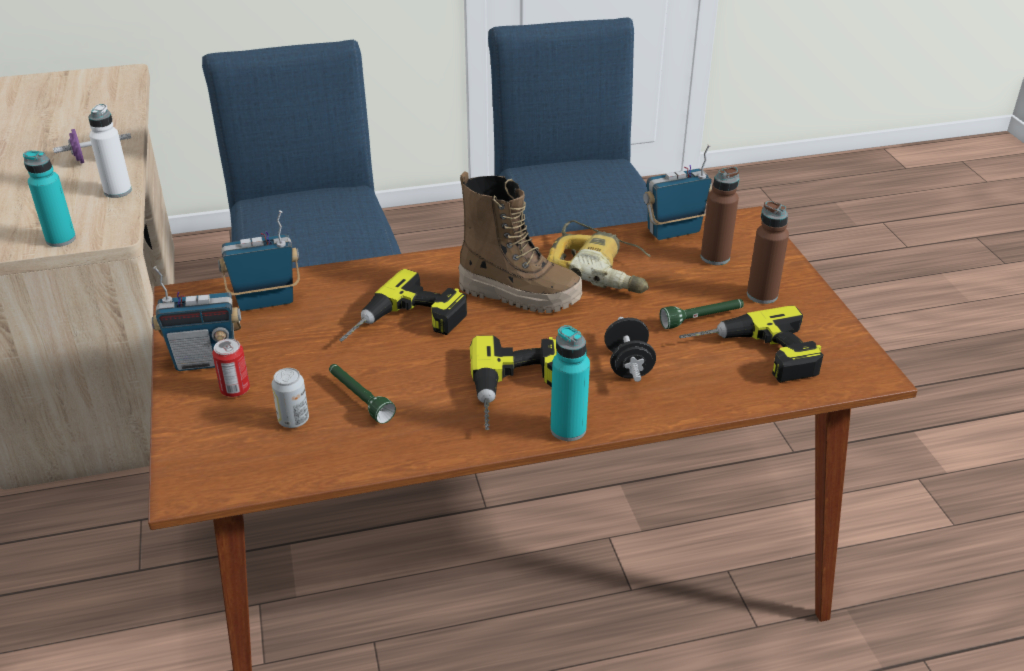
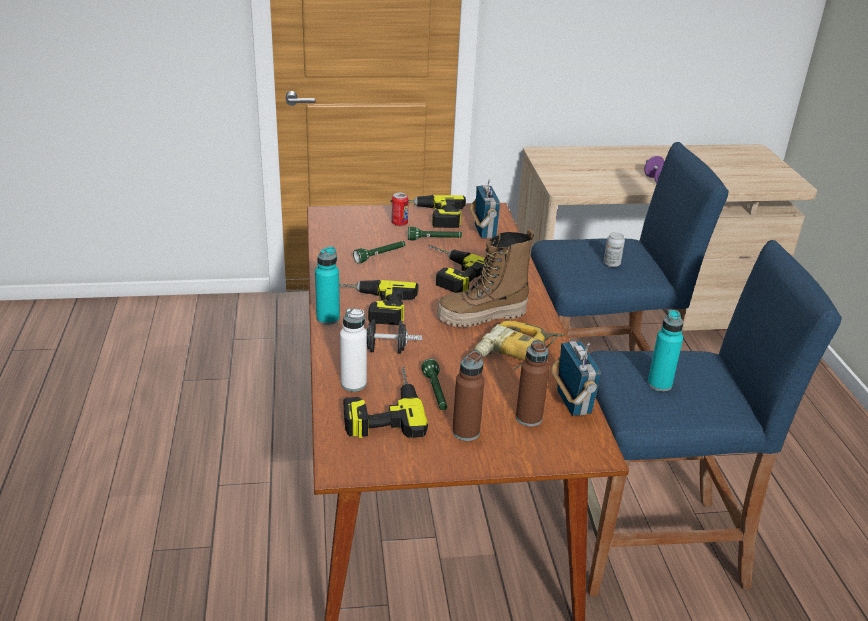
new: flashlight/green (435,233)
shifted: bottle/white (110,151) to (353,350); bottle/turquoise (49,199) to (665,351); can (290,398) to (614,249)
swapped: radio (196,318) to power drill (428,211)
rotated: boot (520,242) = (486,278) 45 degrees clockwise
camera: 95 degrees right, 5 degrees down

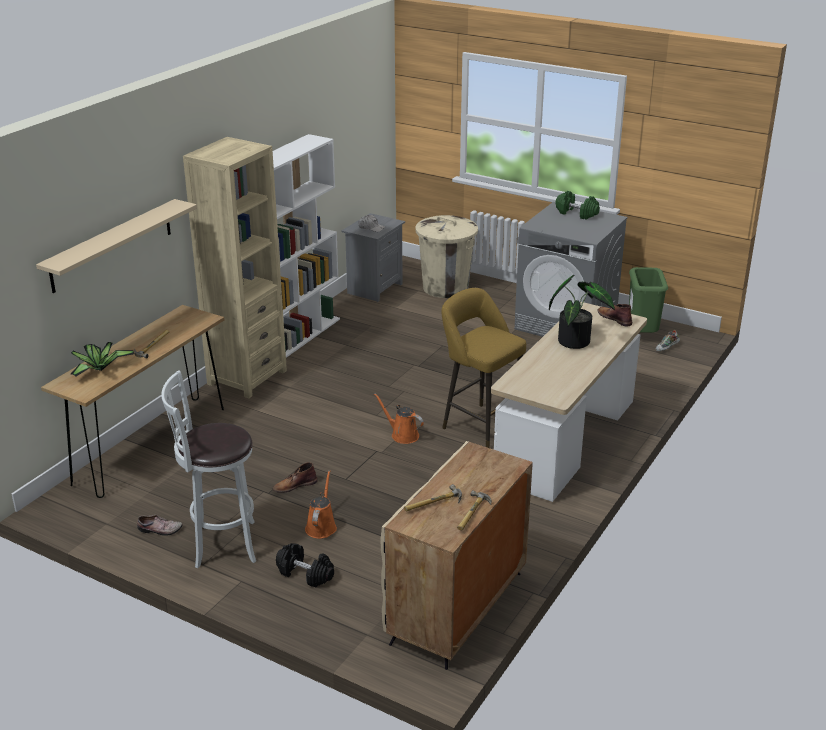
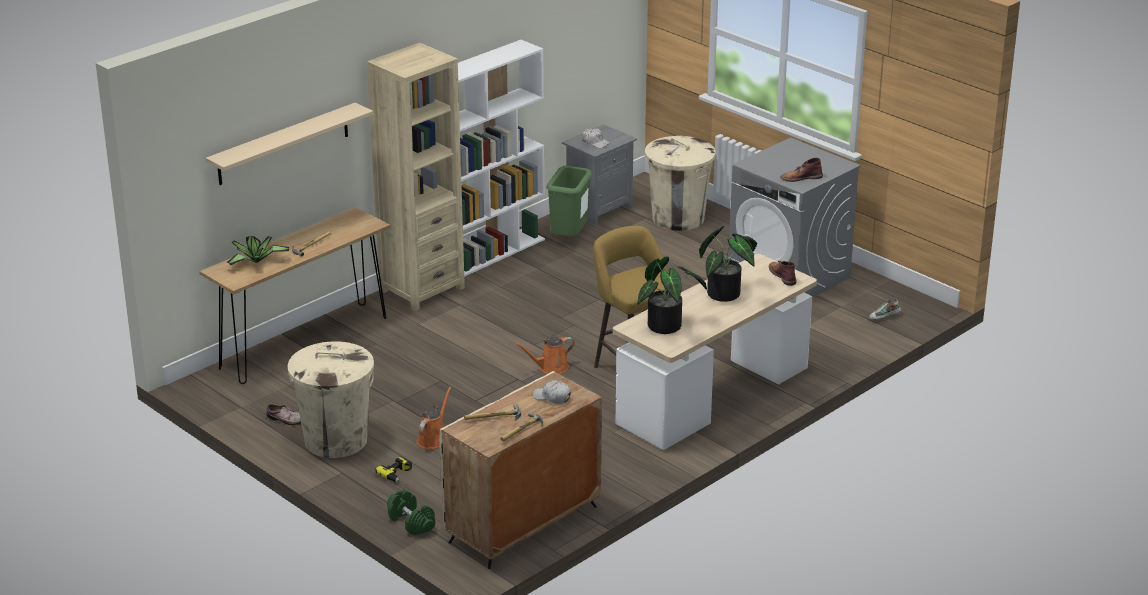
new: potted plant (672,295); cap/white (552,392)
shifted: dumbbell/green (577,205) to (411,513); trash can/green (648,300) to (569,201); boot/brown (295,477) to (801,170)
swapped: stool/white (208,469) to trash can/beige (331,399); dumbbell/black (305,565) to power drill (393,472)
rotated: watering can/orange (399,418) = (545,355) 75 degrees counterclockwise
camera: 15 degrees right, 0 degrees up

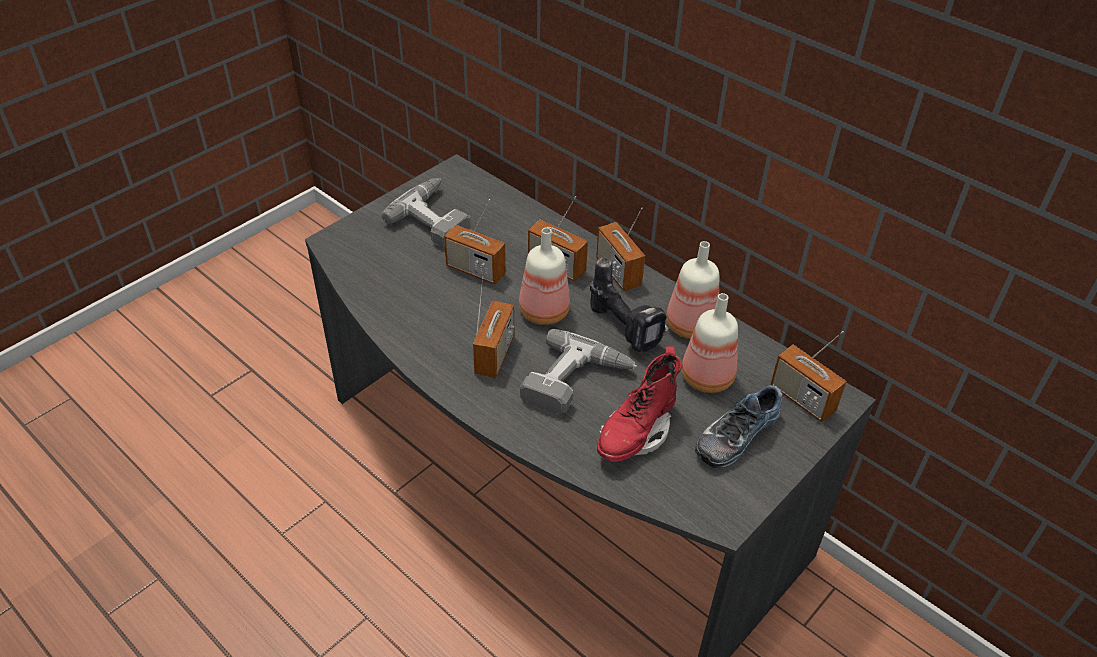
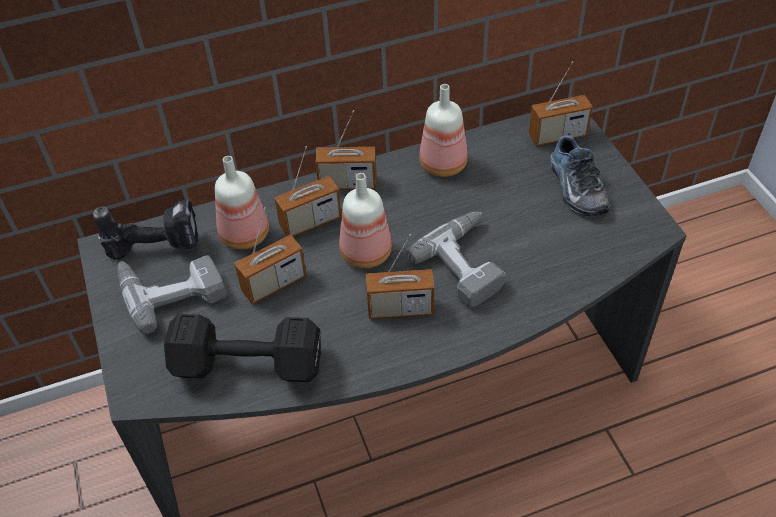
gone: boot/red (639,404)
new: dumbbell/black (242,348)
shifted: power drill (629,305) to (145,230); bottle (709,343) to (242,203)
rotated: radio (493,327) = (400,276) 135 degrees clockwise
camera: 60 degrees left, 5 degrees up

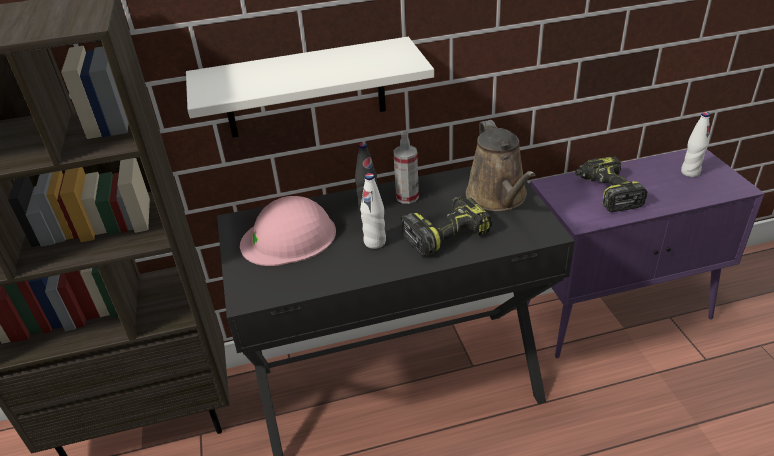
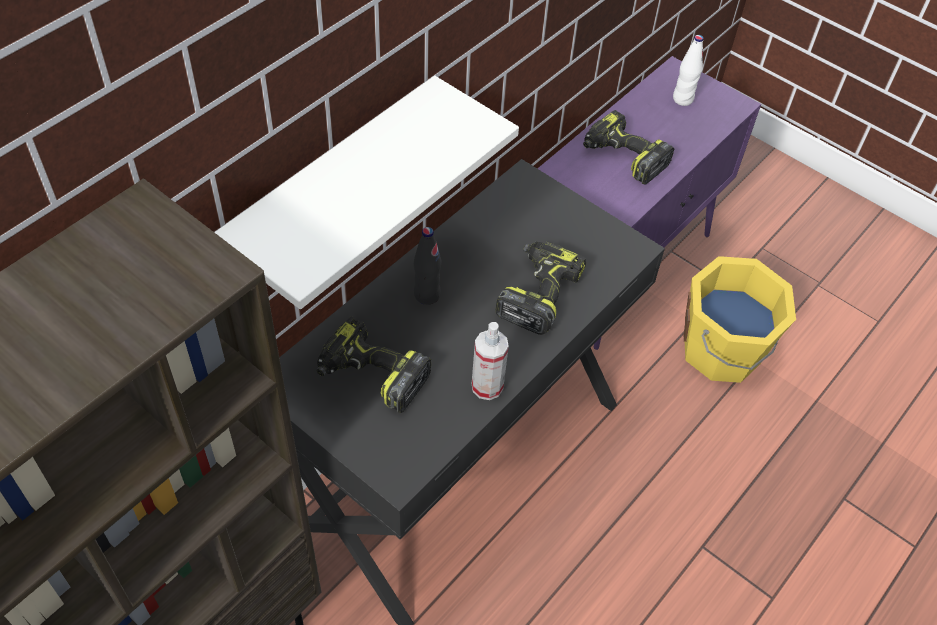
gone: watering can/brown (500,165); bottle/white (373,211)
new: bucket/yellow (740,319)
shifted: spray bottle (406,167) to (490,361)
swapped: hard hat/pink (288,231) to power drill (374,364)
camera: 40 degrees left, 15 degrees up

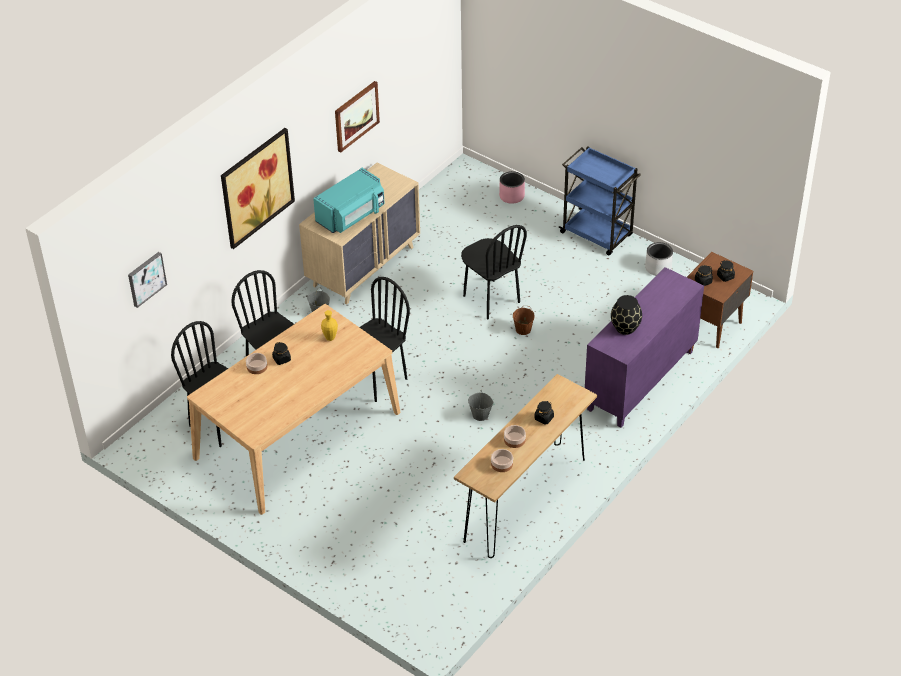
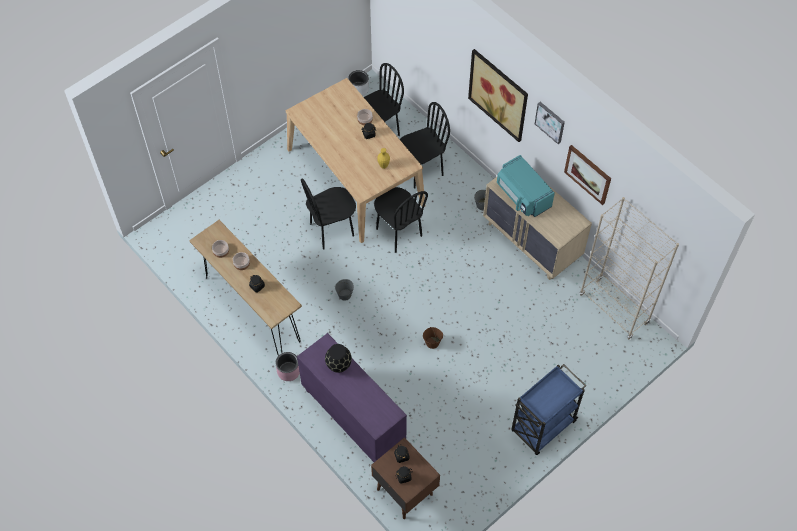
new: bookcase/beige (629,268)
shifted: planter/pink (512,187) to (288,366); chair/black (494,272) to (328,213); planter/grey (659,259) to (358,83); picture (147,280) to (550,123)
camera: 100 degrees right, 15 degrees up

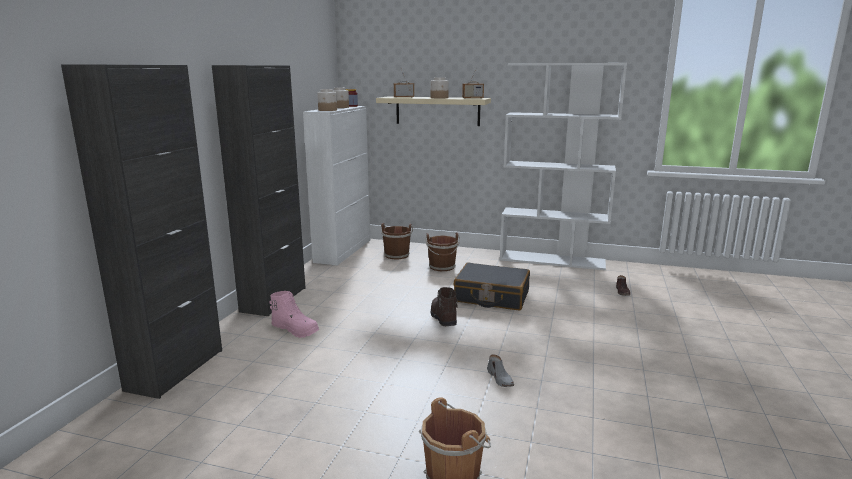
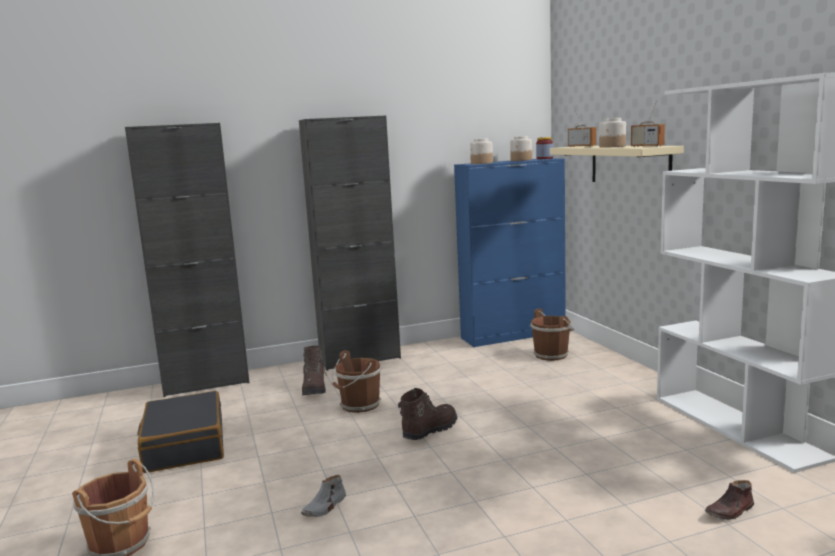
shifted: bucket/brown (442,251) to (357,381); suitcase/black (492,286) to (180,432)
repainted: cabinet/white (336,185) to cabinet/blue (510,252); boot/pink (294,314) to boot/brown (314,371)
camera: 55 degrees right, 5 degrees down

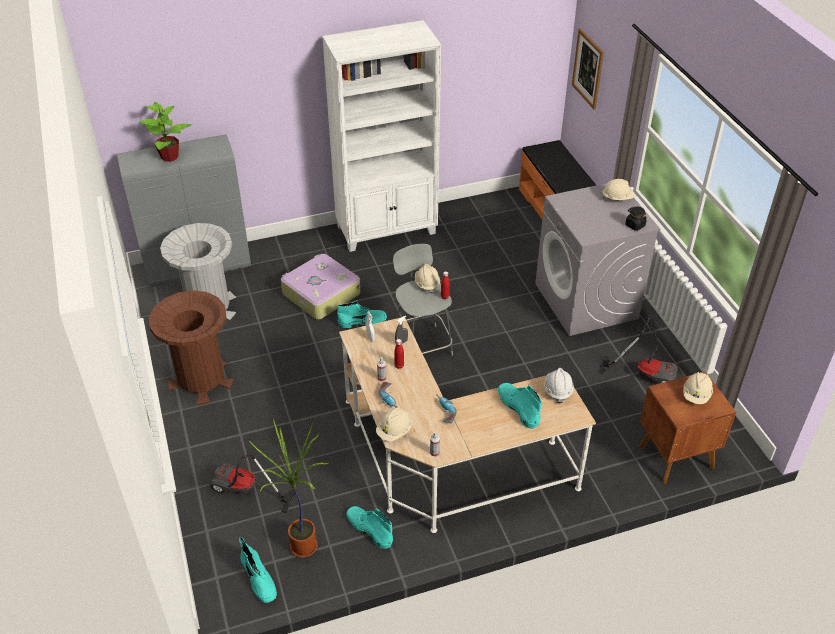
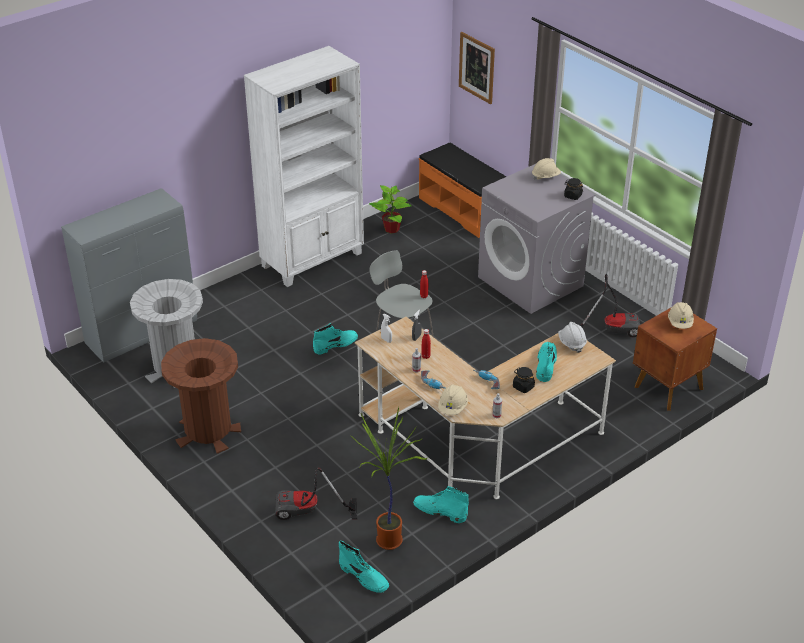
gone: suitcase (321,286); hard hat/beige (427,278)
new: jar/black (524,380)
shifted: potted plant (165,132) to (390,209)
rotated: boot/turquoise (520,406) = (546,362) 60 degrees clockwise
camera: 20 degrees left, 5 degrees down

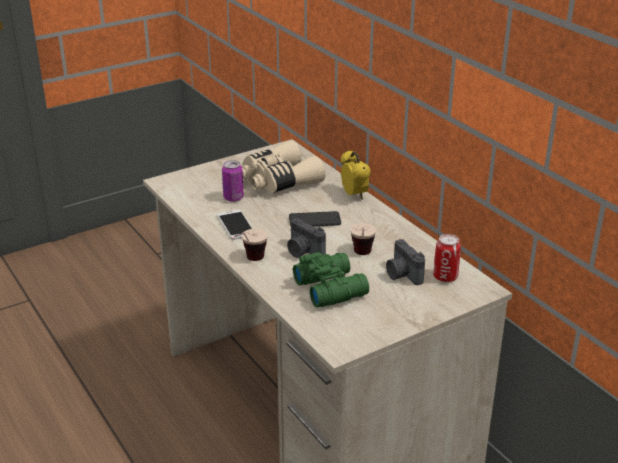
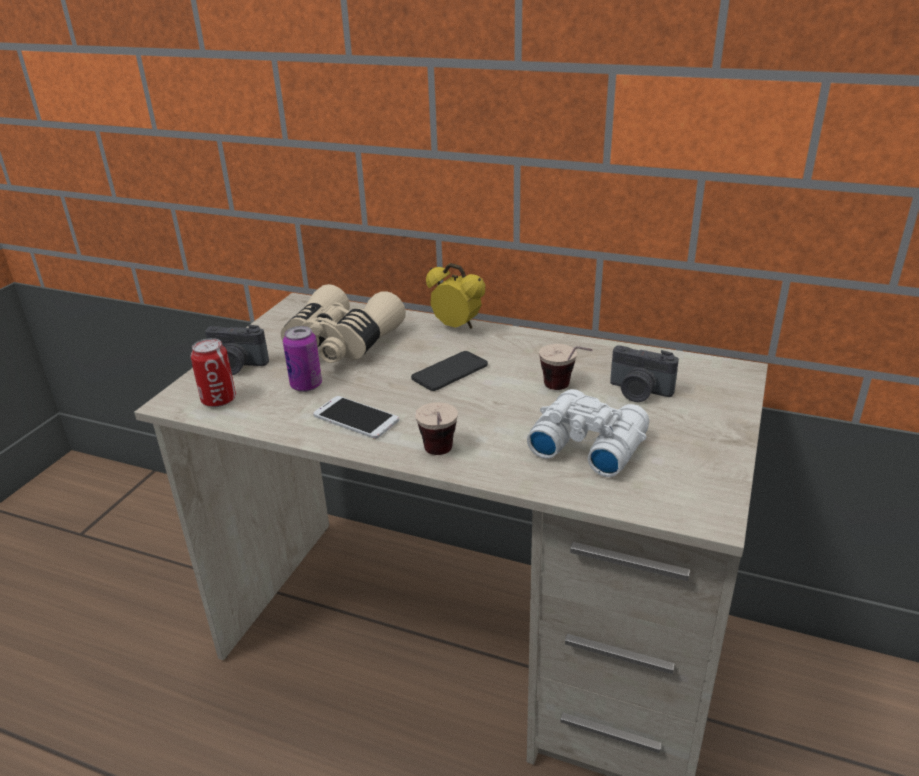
shifted: photo camera (306,238) to (237,350); can (447,258) to (213,372)
repainted: binoculars/green (331,280) to binoculars/white (588,433)
camera: 35 degrees left, 0 degrees up

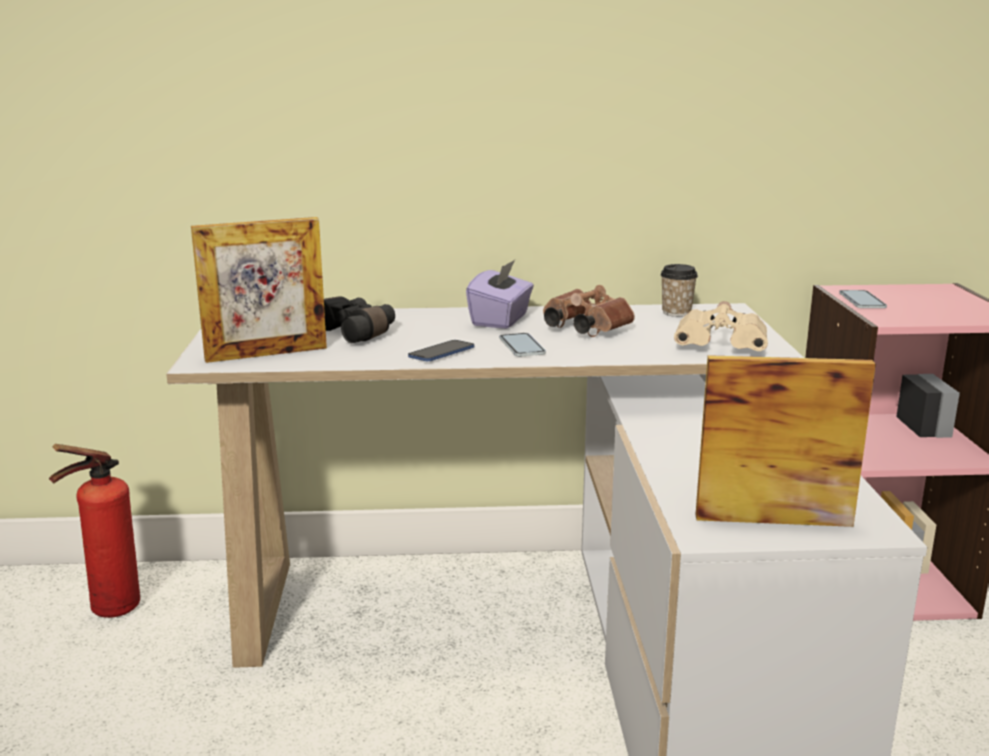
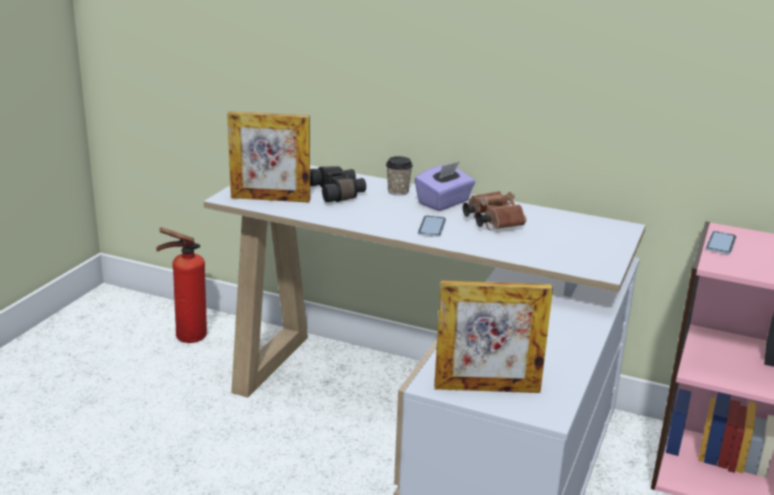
gone: binoculars/beige (721,326); phone (441,350)
shifted: cup (679,290) to (399,176)
rotated: picture frame (785,441) = (493,337) 150 degrees clockwise
camera: 25 degrees right, 5 degrees up

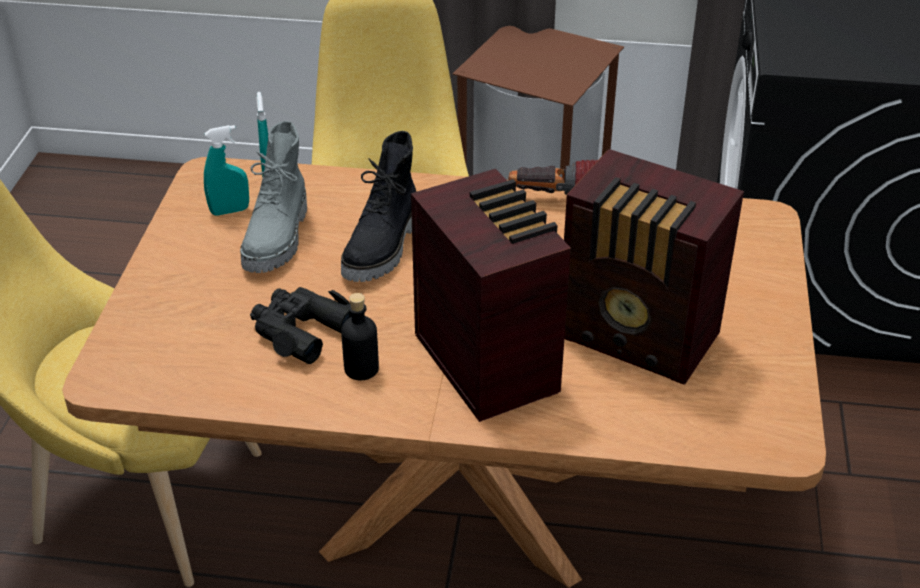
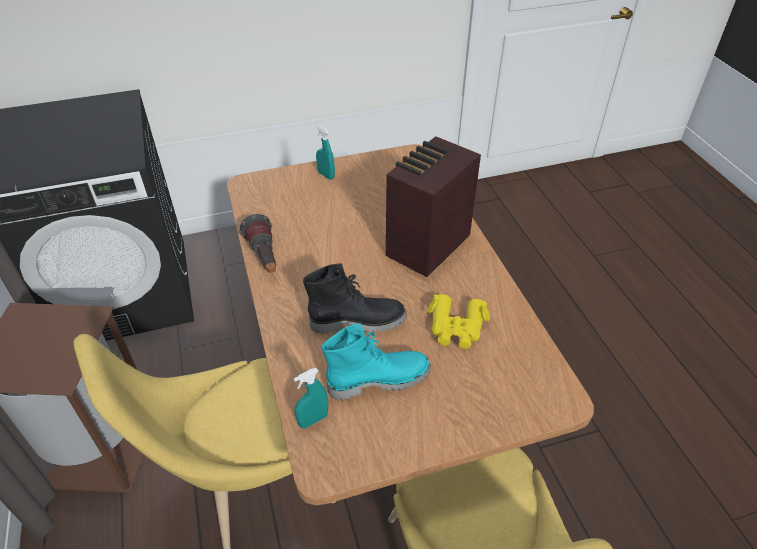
gone: radio (654,267); bottle/black (360,336)
shifted: spray bottle/turquoise (226,170) to (325,152)
repainted: boot/grey (273,197) to boot/turquoise (376,361); binoculars/black (301,325) to binoculars/yellow (458,321)
camera: 115 degrees left, 5 degrees up

